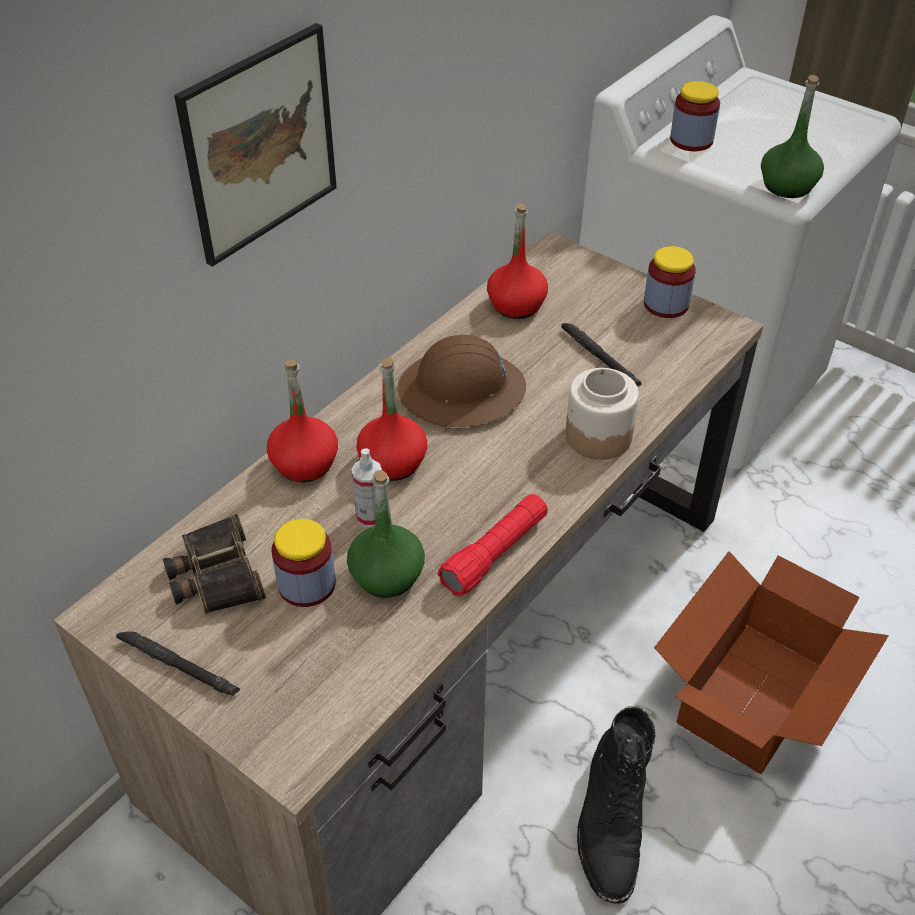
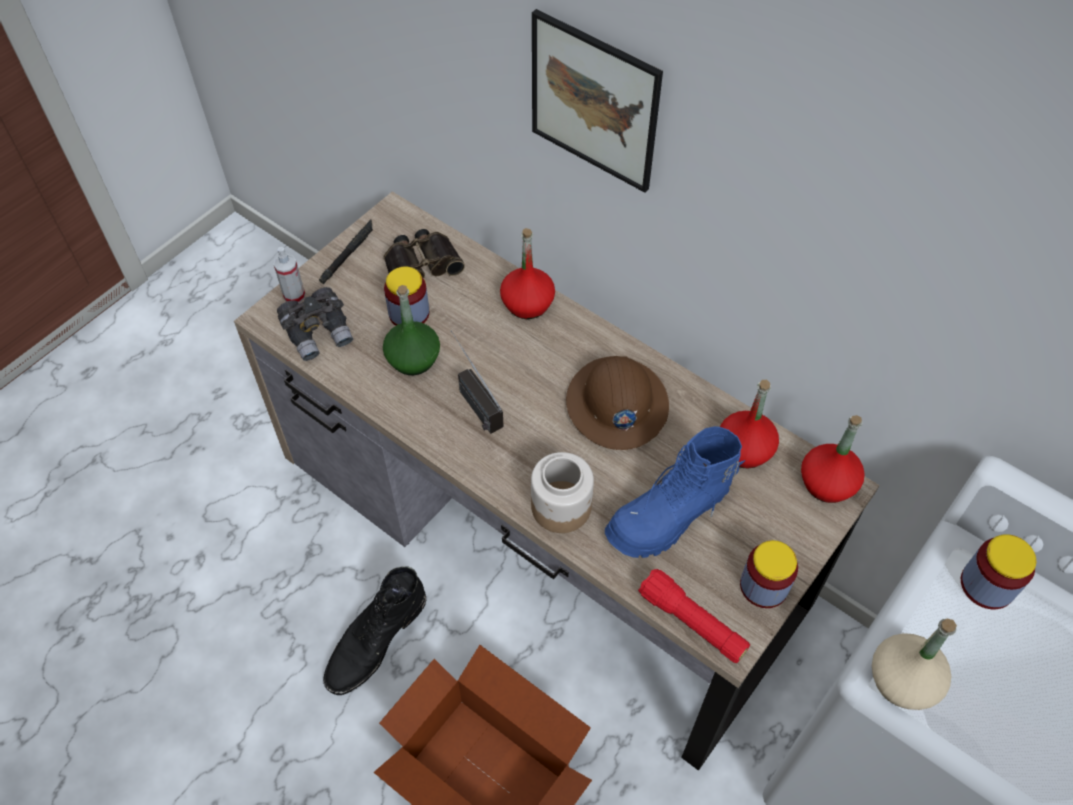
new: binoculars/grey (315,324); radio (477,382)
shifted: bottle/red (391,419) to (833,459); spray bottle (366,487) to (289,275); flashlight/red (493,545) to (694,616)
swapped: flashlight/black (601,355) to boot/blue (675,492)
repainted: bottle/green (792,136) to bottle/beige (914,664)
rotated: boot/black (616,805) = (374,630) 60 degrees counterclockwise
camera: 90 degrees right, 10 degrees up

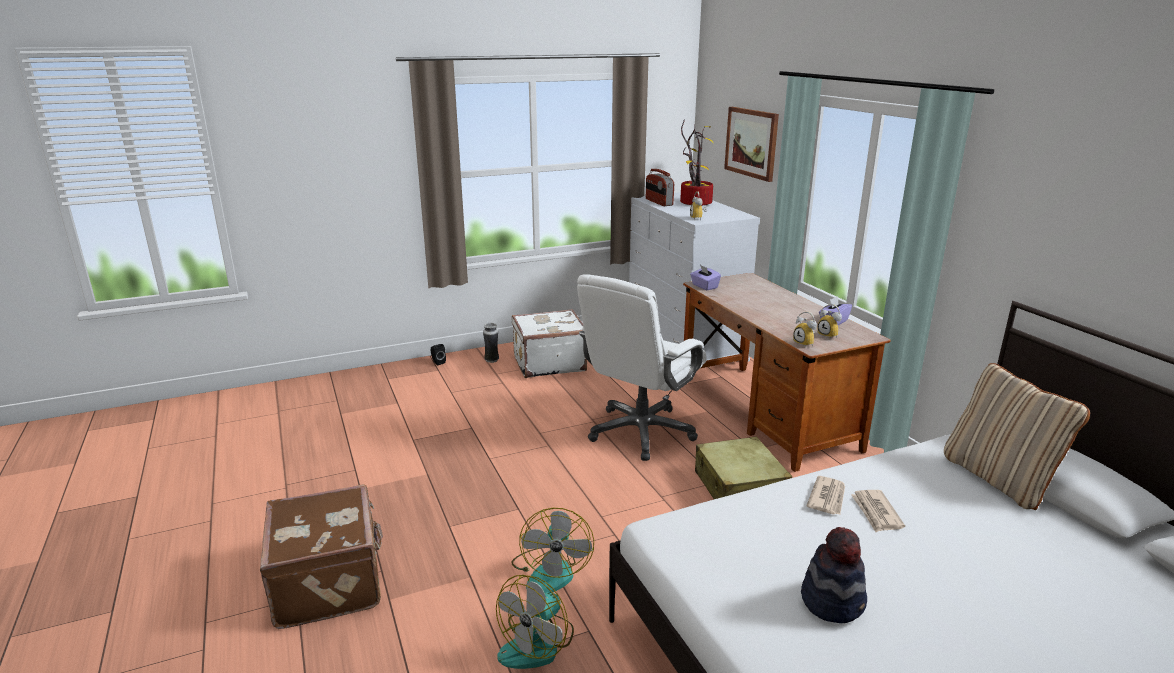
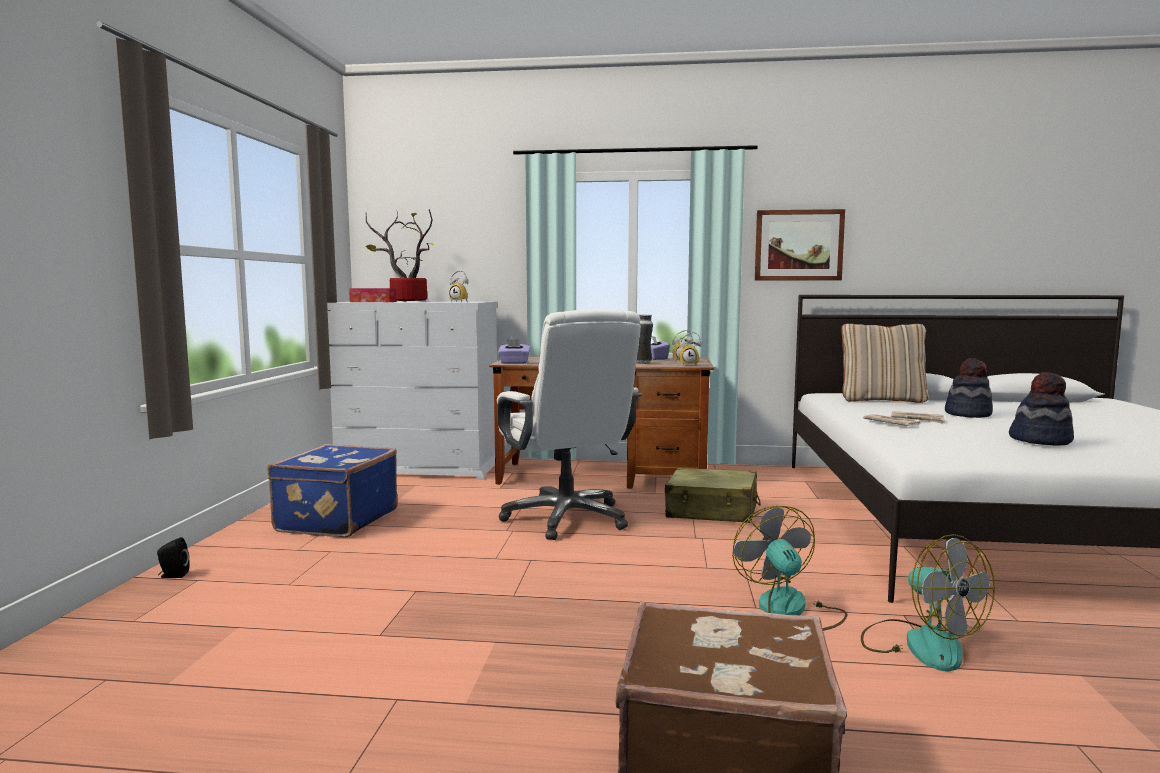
new: hat (969,388)
shifted: picture (751,144) to (800,244); vase (491,343) to (644,339)
swapped: radio (660,187) to tissue box (373,295)
repainted: suitcase/white (549,343) to suitcase/blue (332,491)
rotated: fan (552,550) = (790,568) 135 degrees counterclockwise
camera: 60 degrees left, 15 degrees down

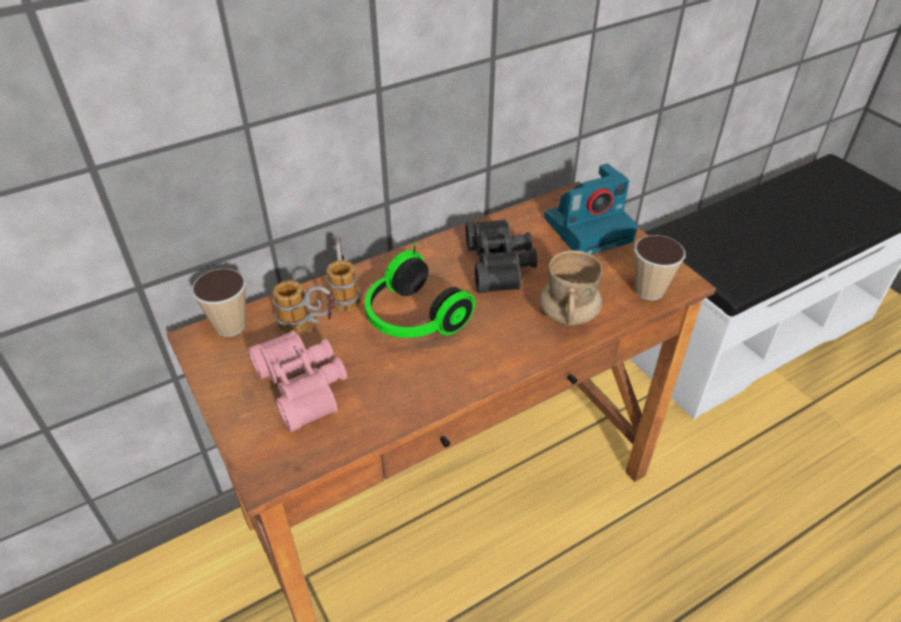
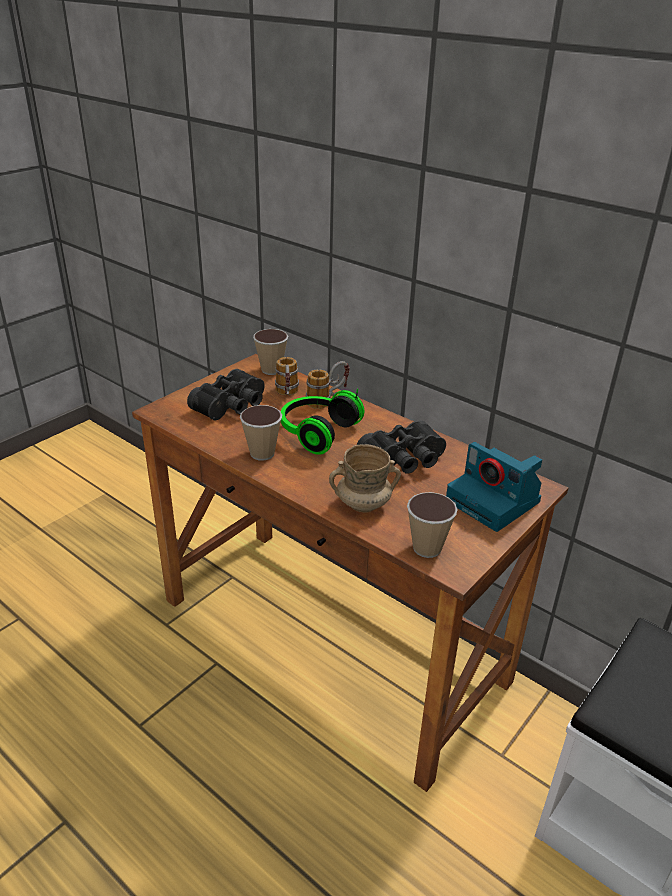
new: cup (261,433)
repainted: binoculars/pink (297,381) to binoculars/black (226,394)
camera: 70 degrees right, 10 degrees down

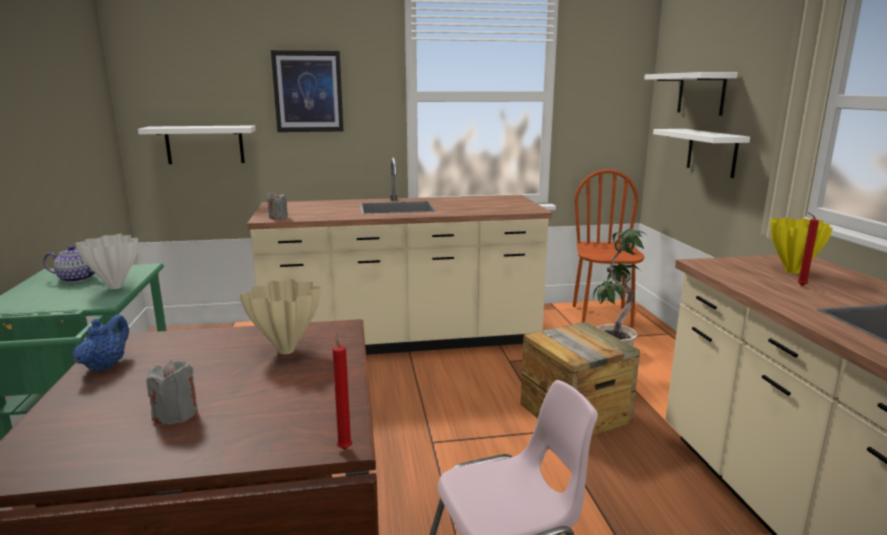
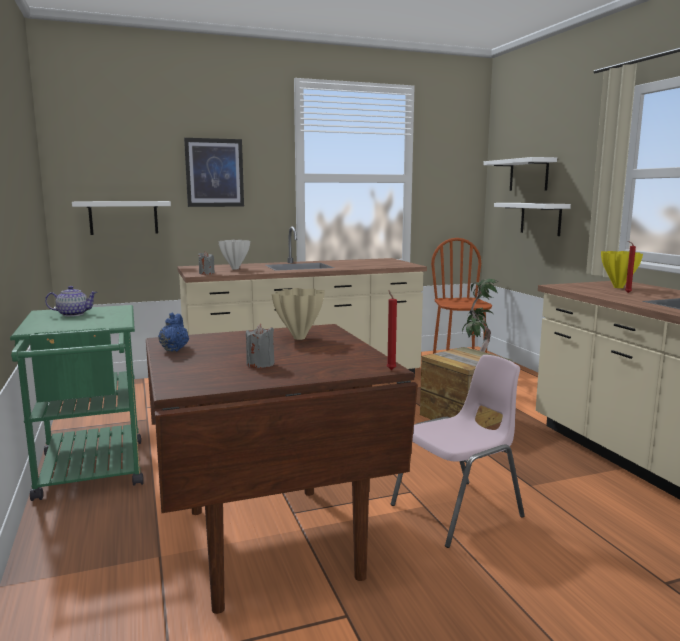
shifted: vase/white (106,261) to (234,254)
camera: 10 degrees left, 5 degrees down

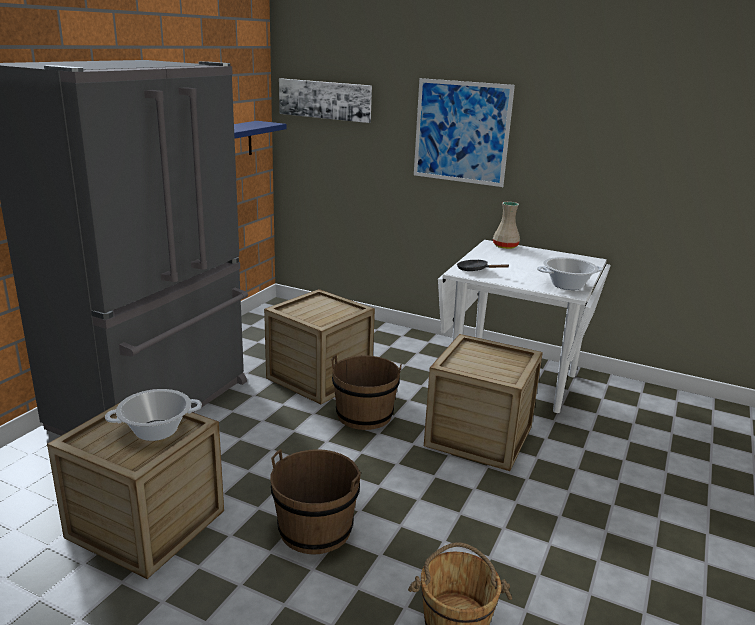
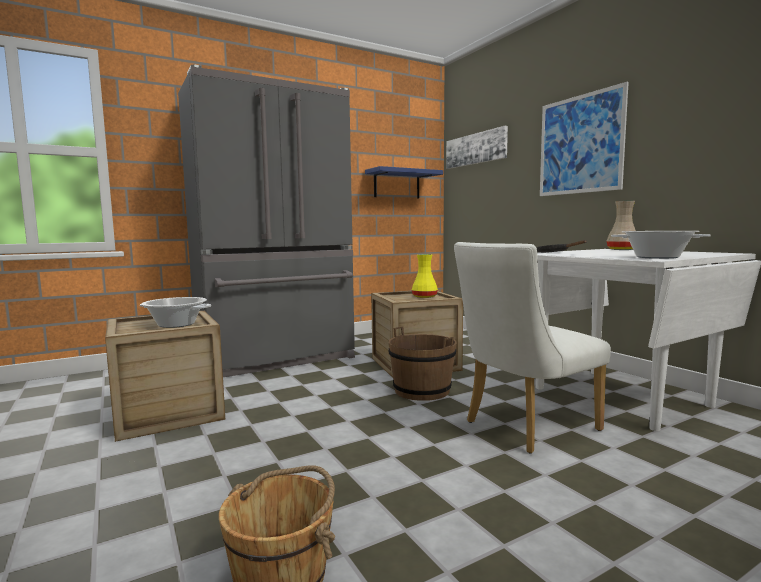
gone: bucket/brown (315,501)
new: vase/yellow (425,276)
swapped: crate (483,402) to chair/white (532,348)
camera: 35 degrees right, 15 degrees down

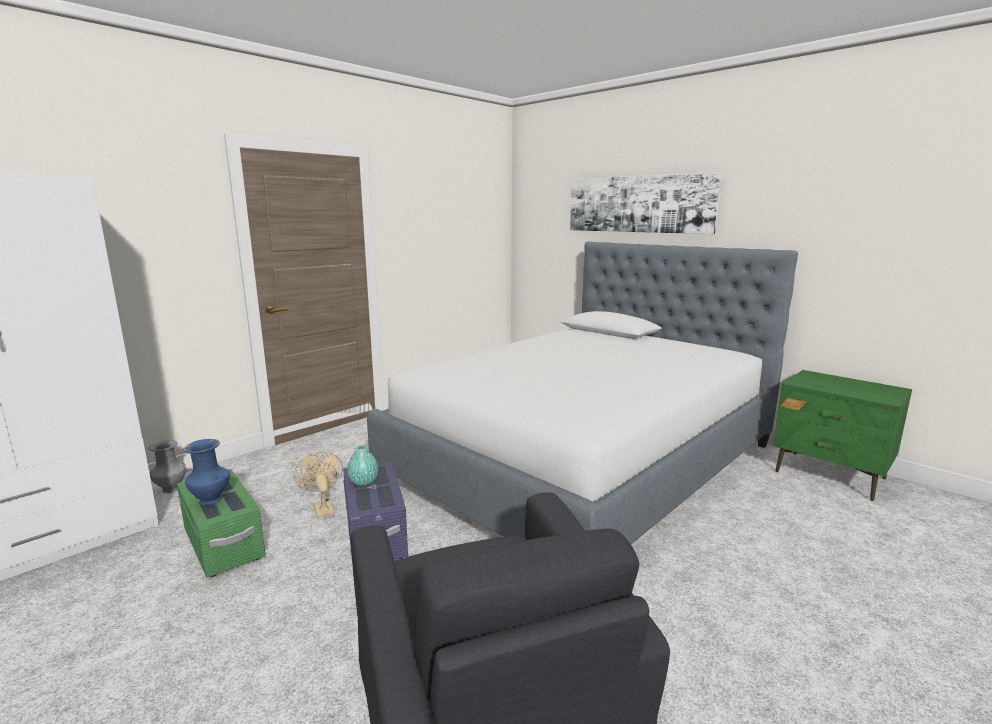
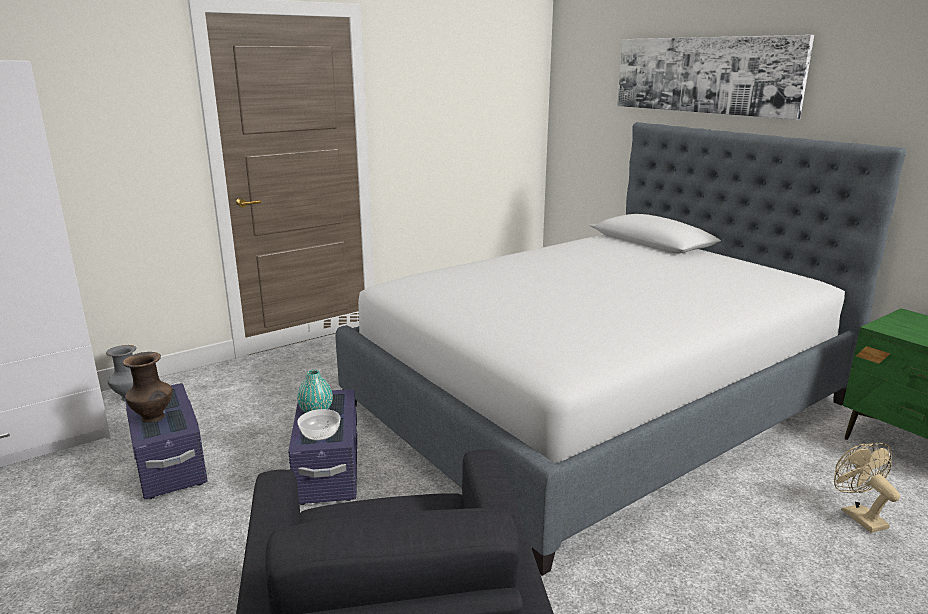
new: bowl (319,424)
shifted: fan/beige (318,485) to (867,488)
repainted: vase/blue (207,472) to vase/brown (148,387); storage box/green (221,523) to storage box/purple (166,441)
camera: 10 degrees right, 5 degrees up

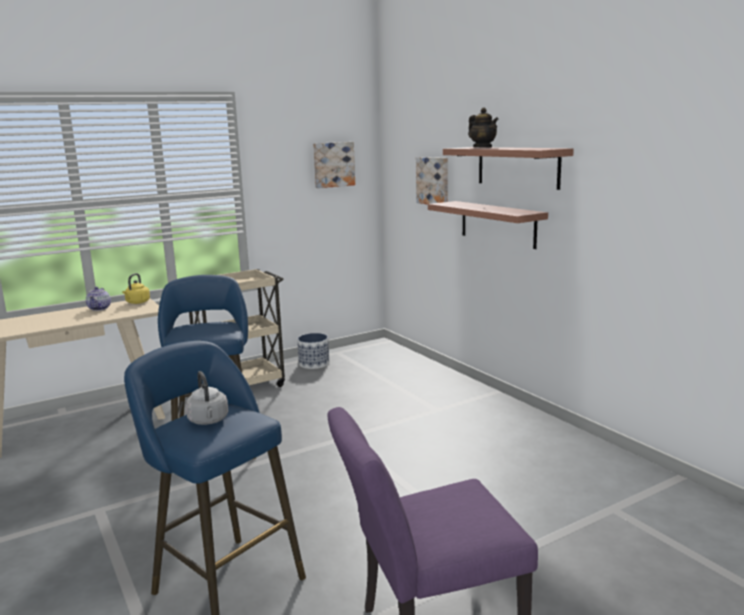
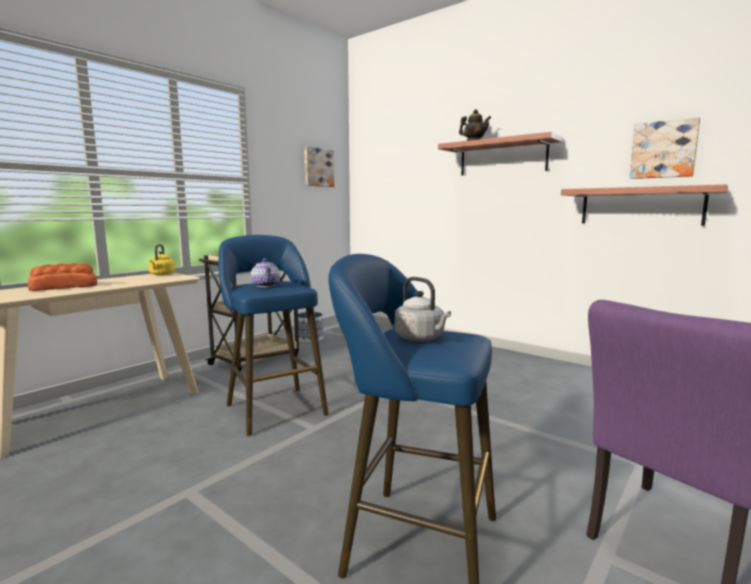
new: bread (62,277)
shifted: picture (432,181) to (664,148); shelf (488,225) to (644,205); teapot (98,299) to (265,273)
camera: 20 degrees left, 5 degrees down

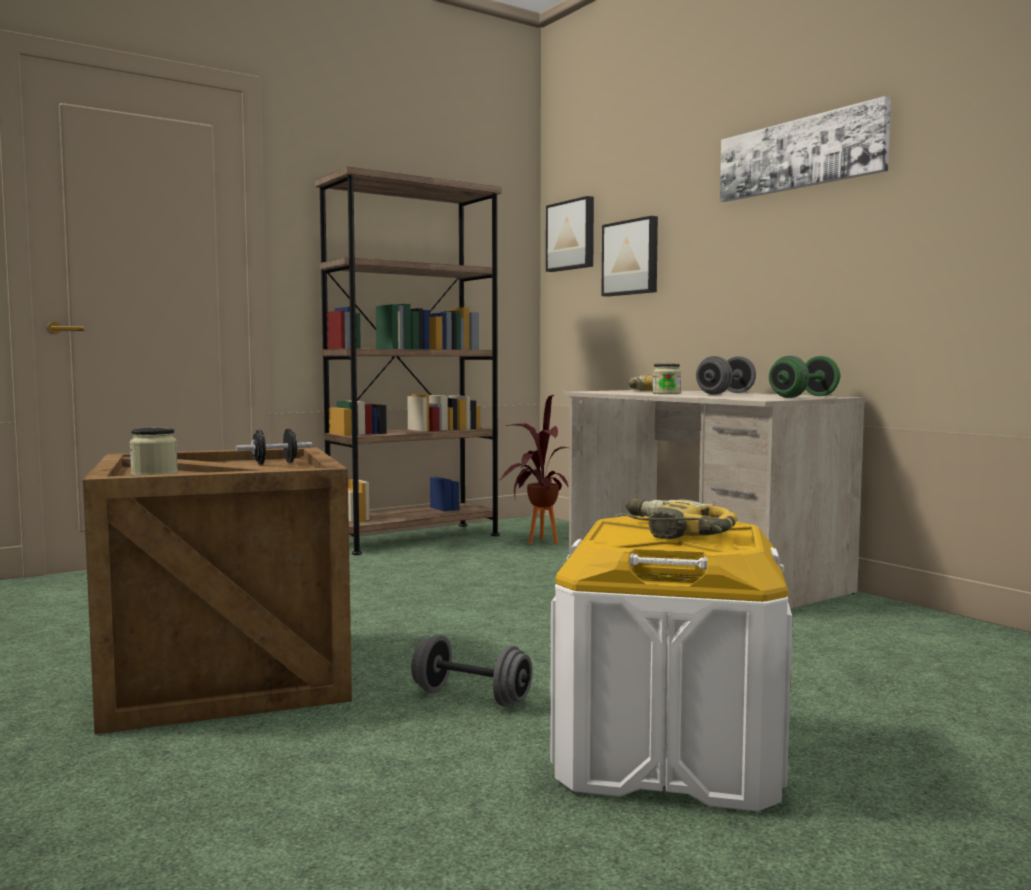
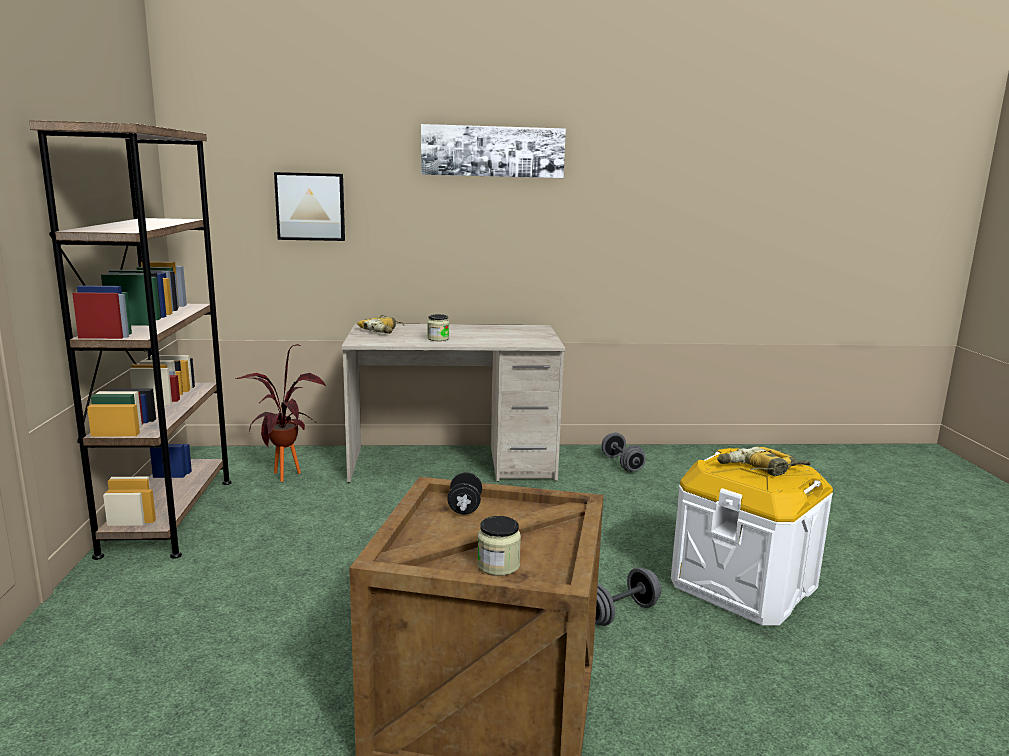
gone: picture (570,234); dumbbell/green (804,377)
shifted: dumbbell/grey (726,375) to (624,452)
camera: 60 degrees left, 10 degrees up

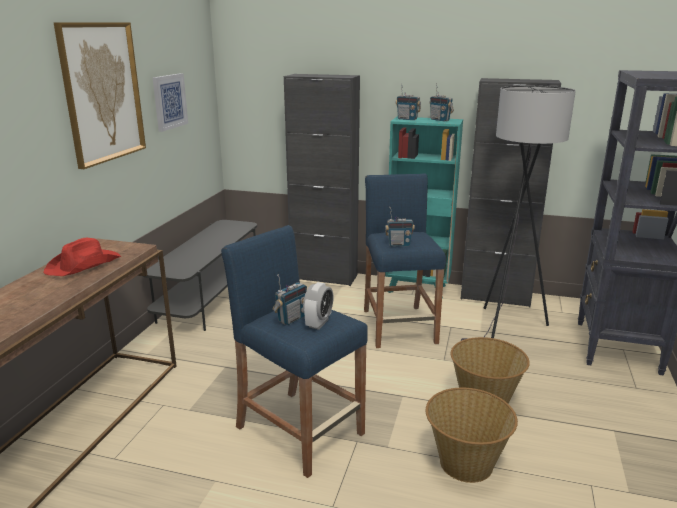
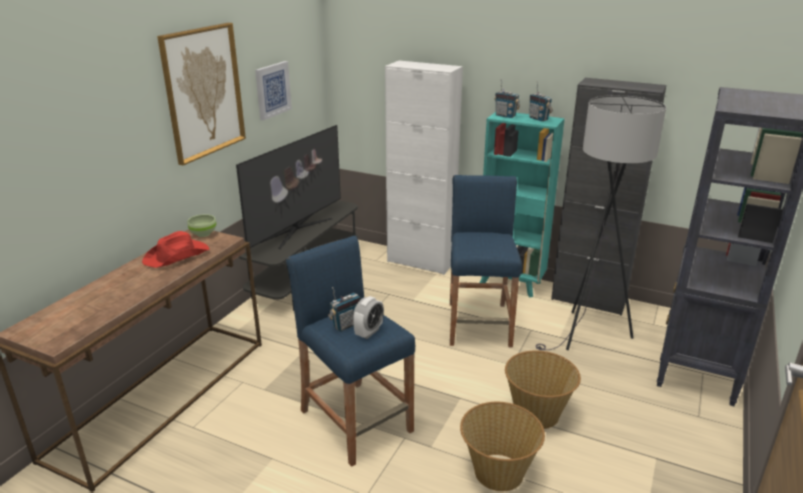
gone: radio (400,226)
new: television (288,187); bowl/green (201,225)
repainted: cabinet/black (322,180) to cabinet/white (424,167)
camera: 10 degrees right, 5 degrees up

